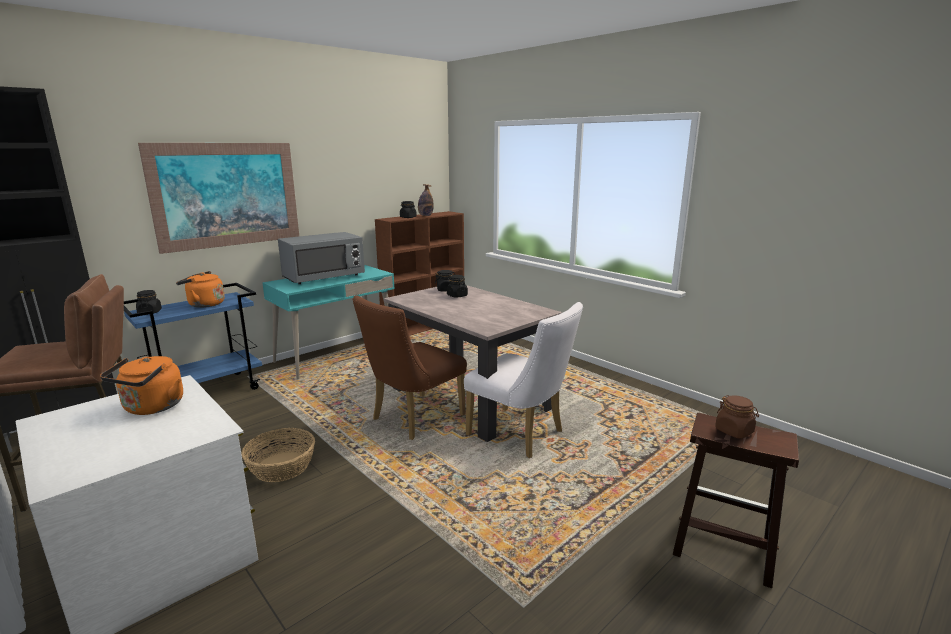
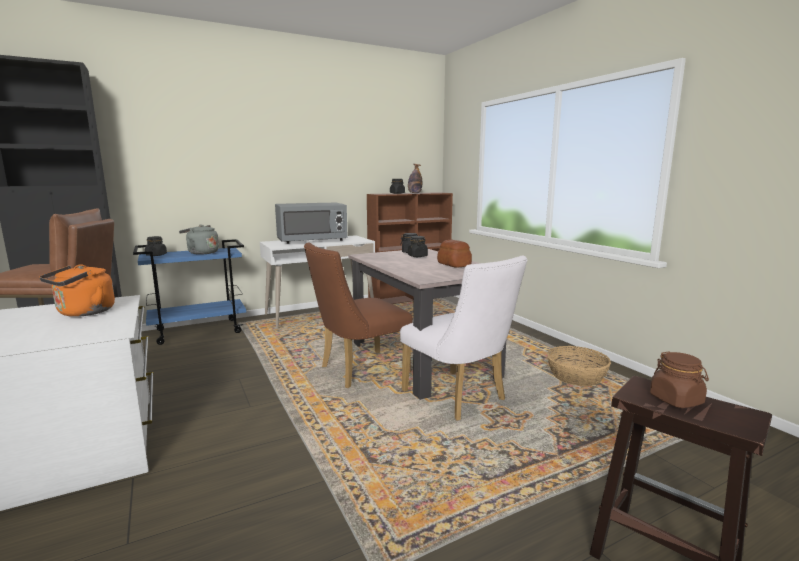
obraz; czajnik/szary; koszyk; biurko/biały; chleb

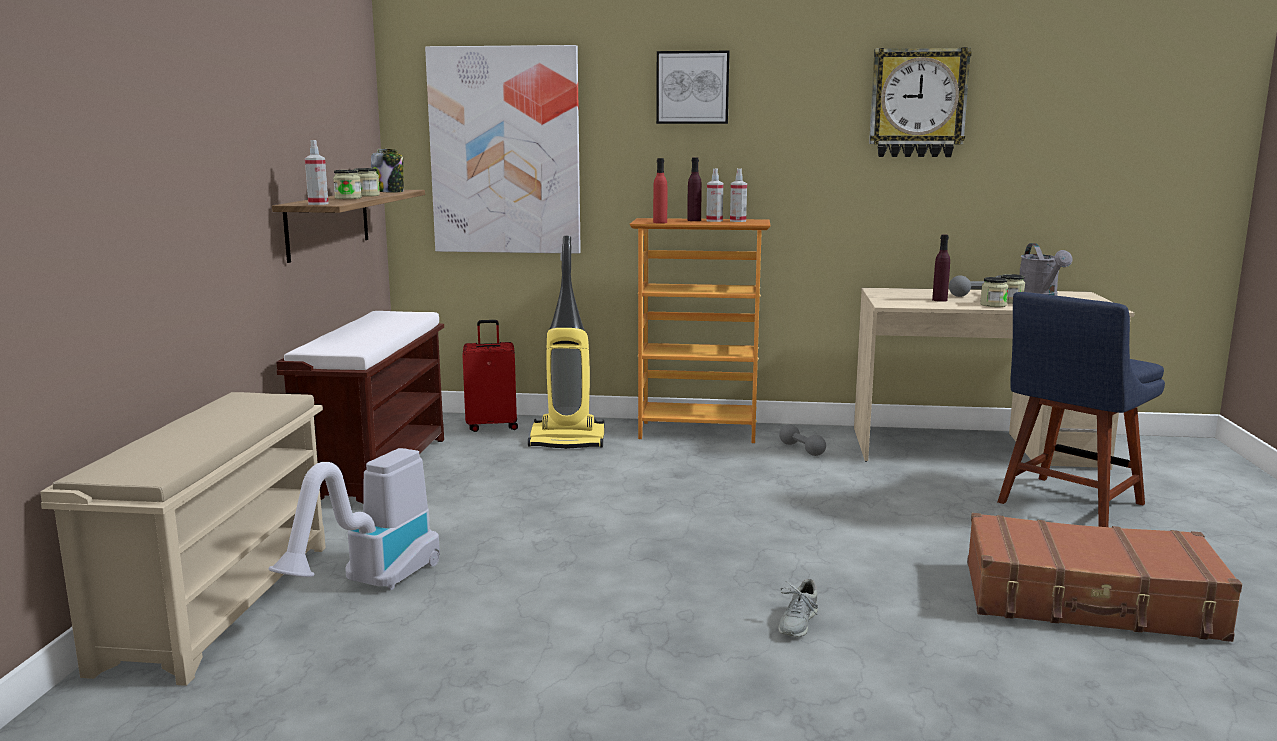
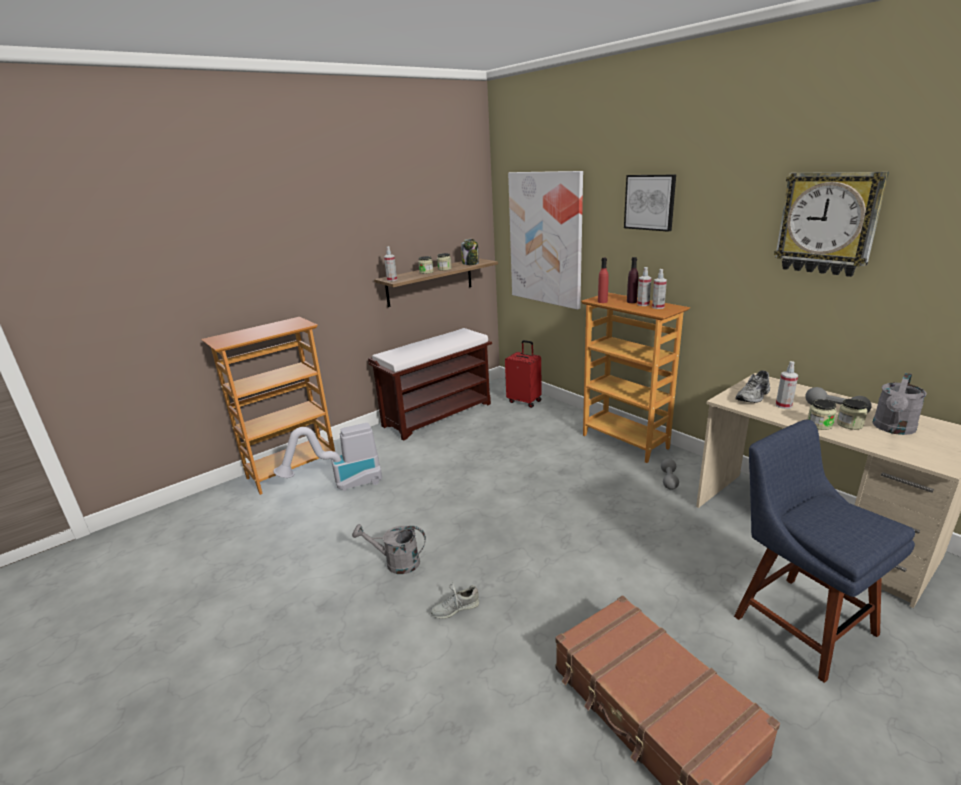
regał (no. 1 from left); odkurzacz (no. 2 from left in the first image); spryskiwacz (no. 4 from left); krzesło/niebieski; konewka/szary (no. 1 from left); but/szary (no. 2 from left)

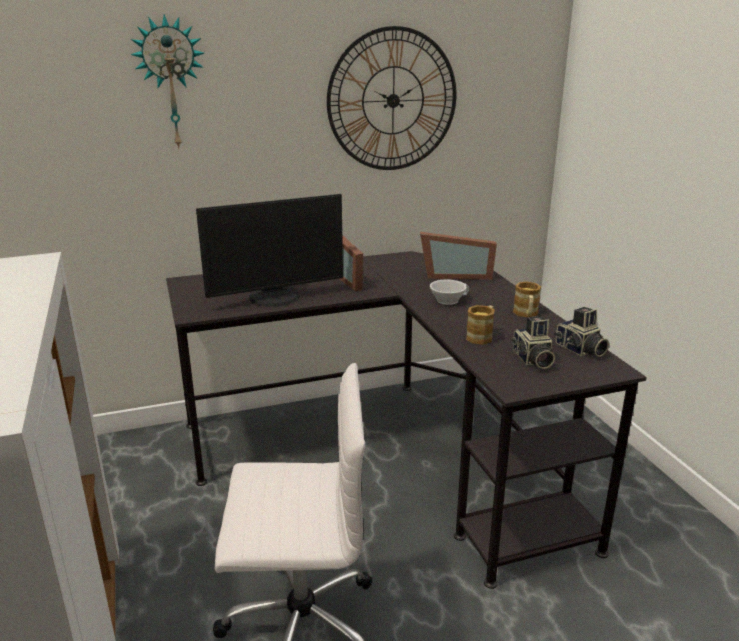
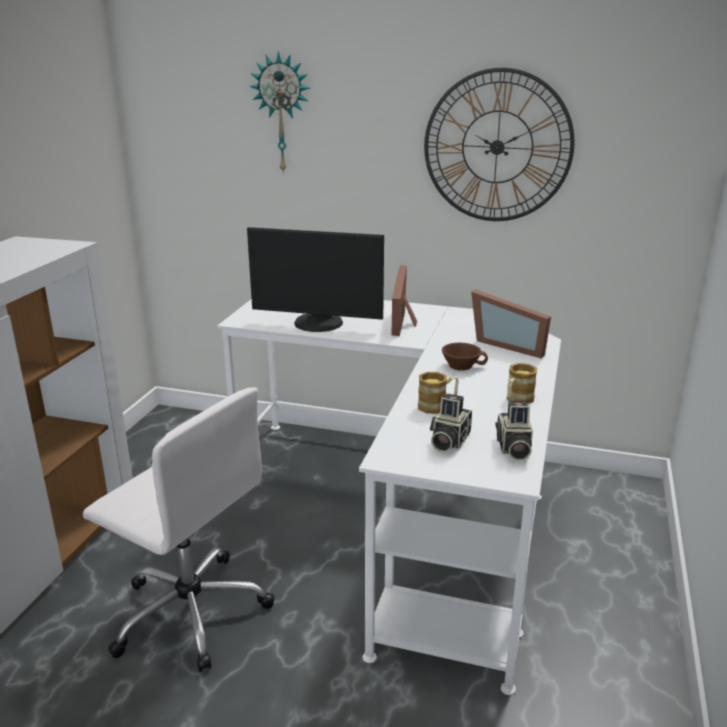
biurko/biały; filiżanka/brązowy

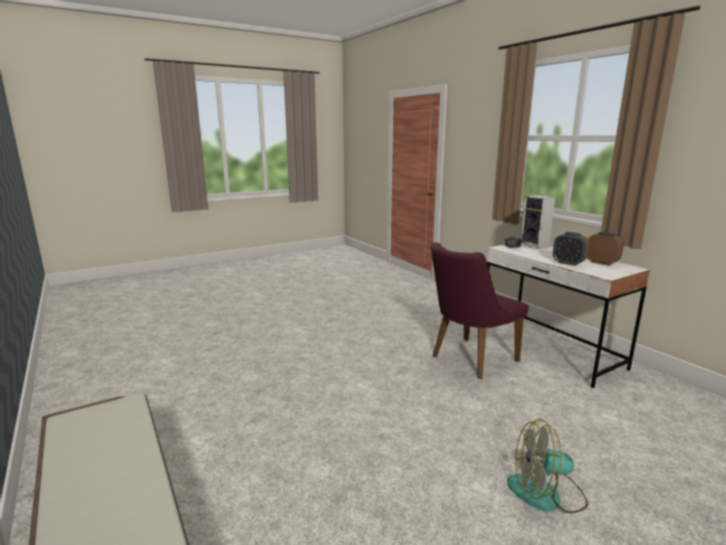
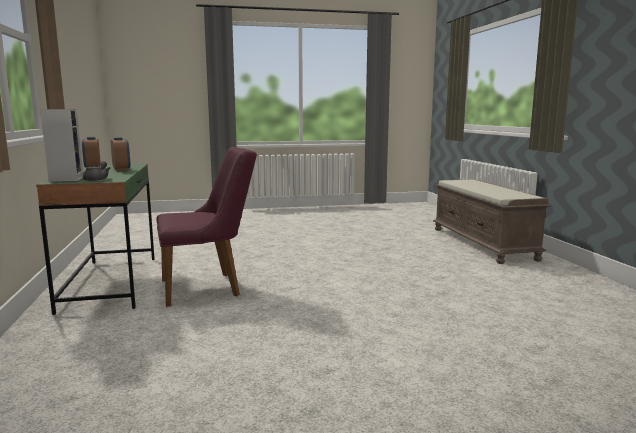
biurko/zielony; wentylator

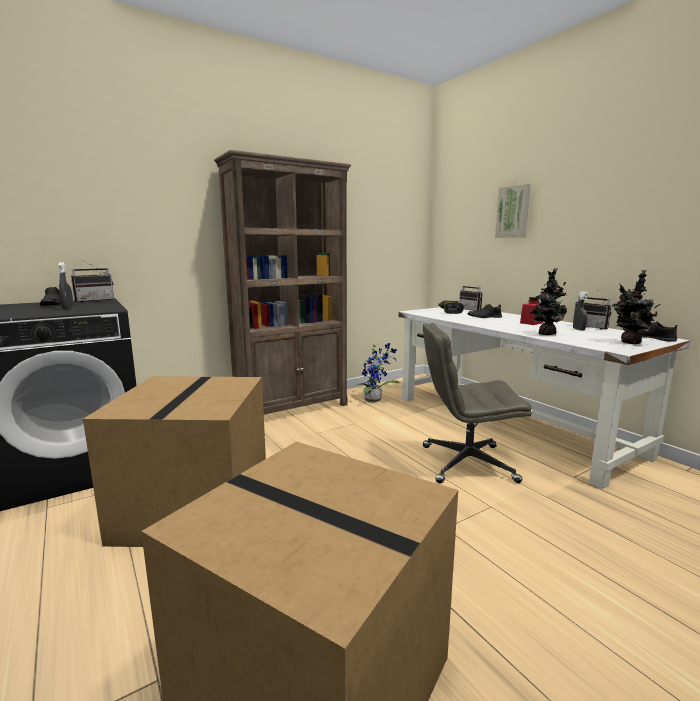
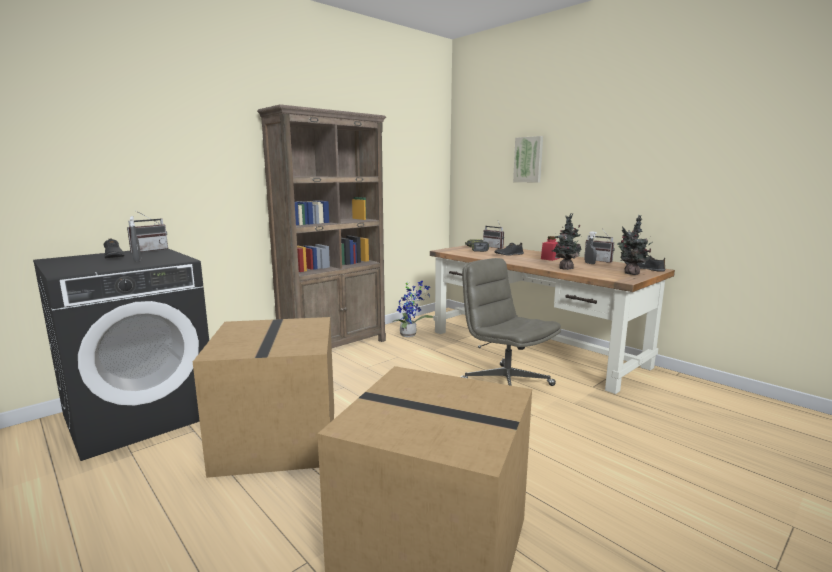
biurko/brązowy; krzesło biurowe/szary

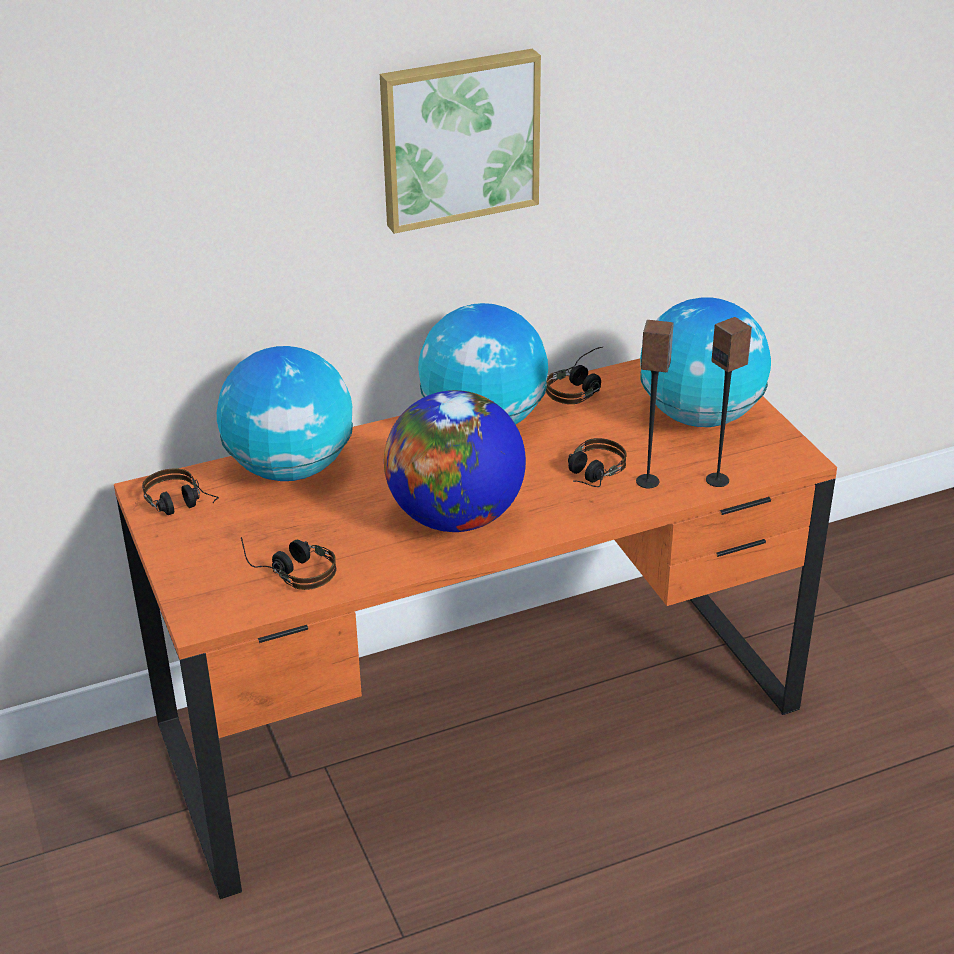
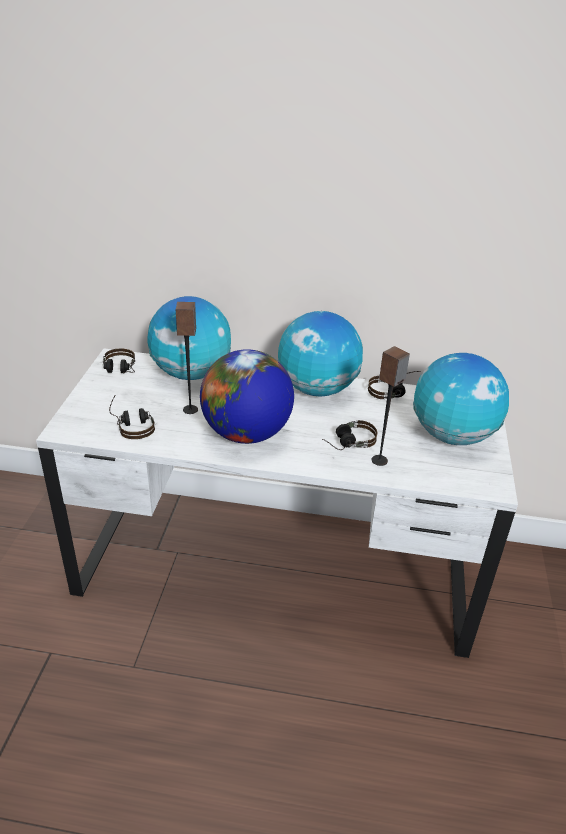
biurko/biały; obraz; głośnik (no. 1 from left)

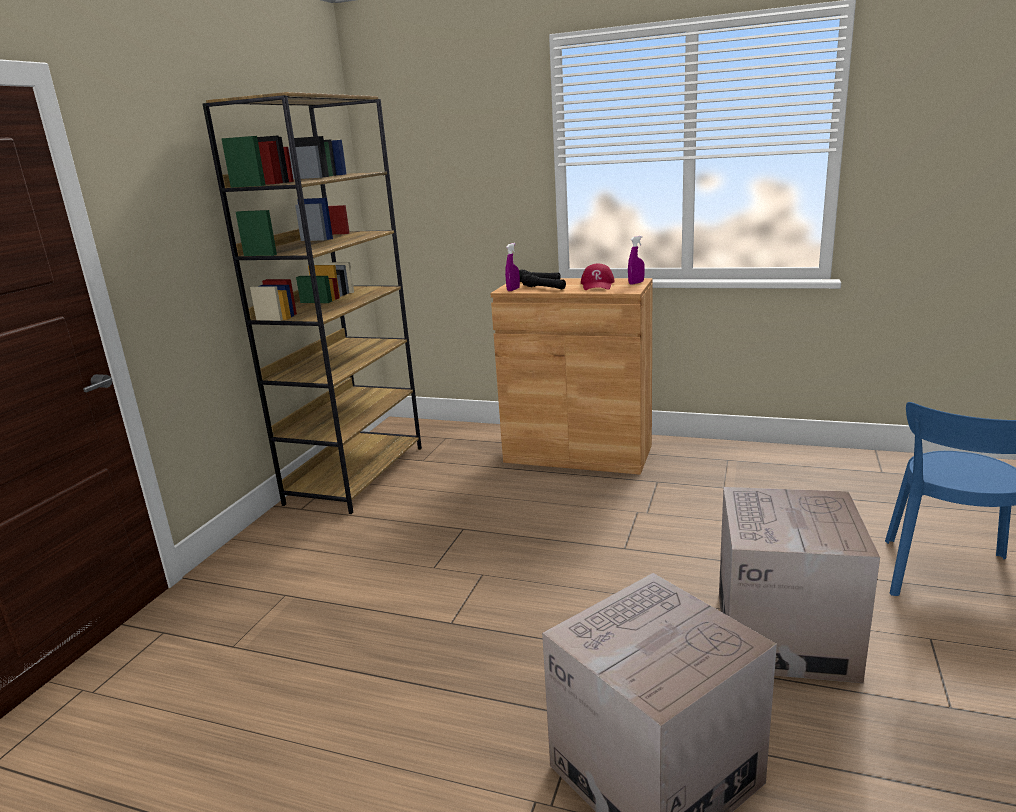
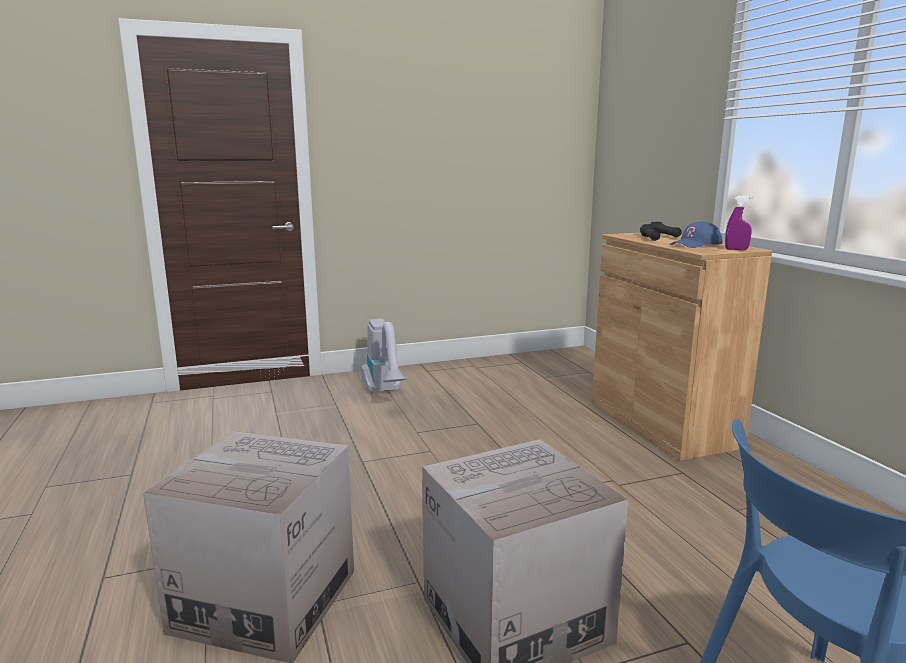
regał/brązowy; spryskiwacz/fioletowy (no. 1 from left in the first image); czapka z daszkiem/niebieski; odkurzacz

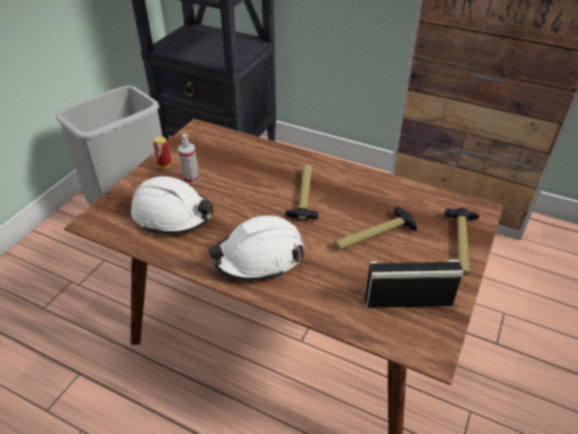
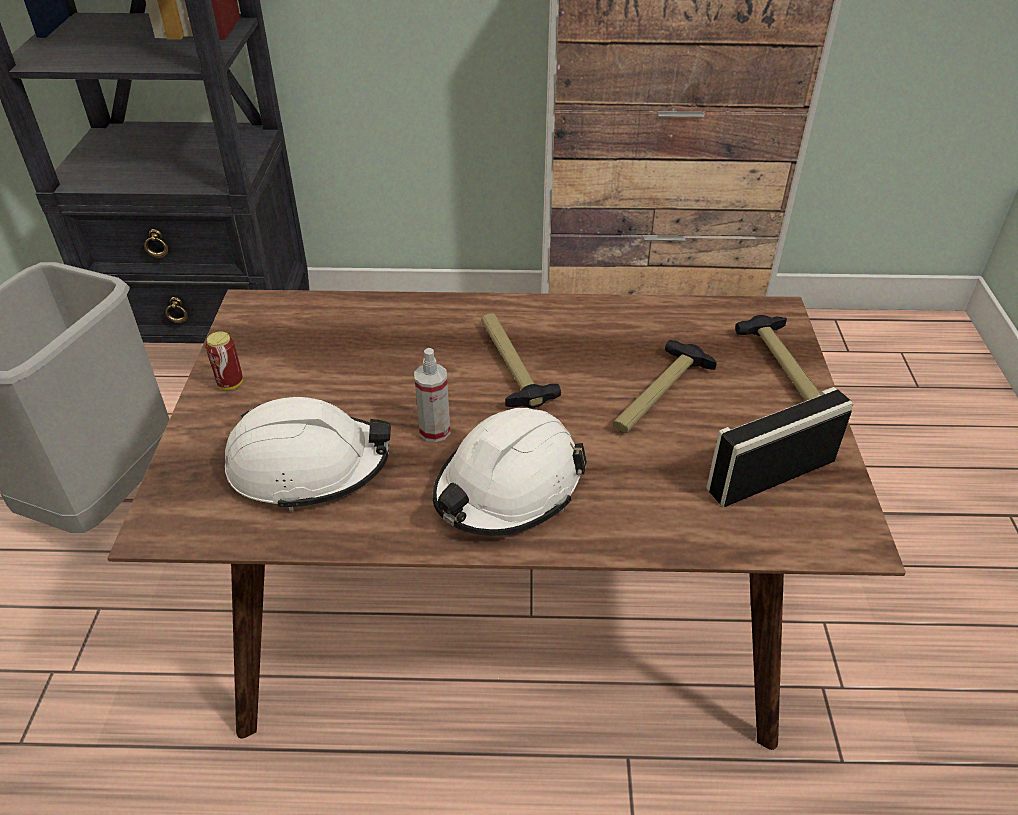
spryskiwacz

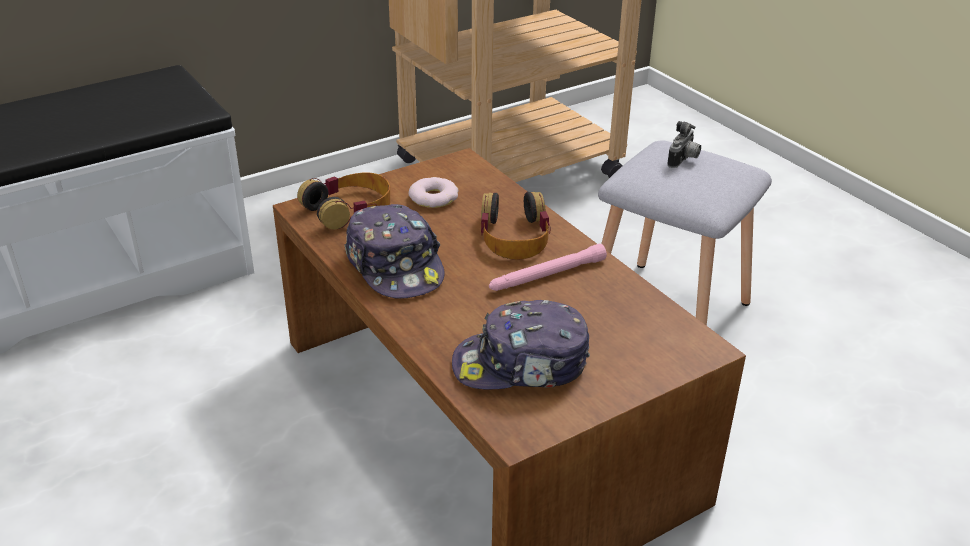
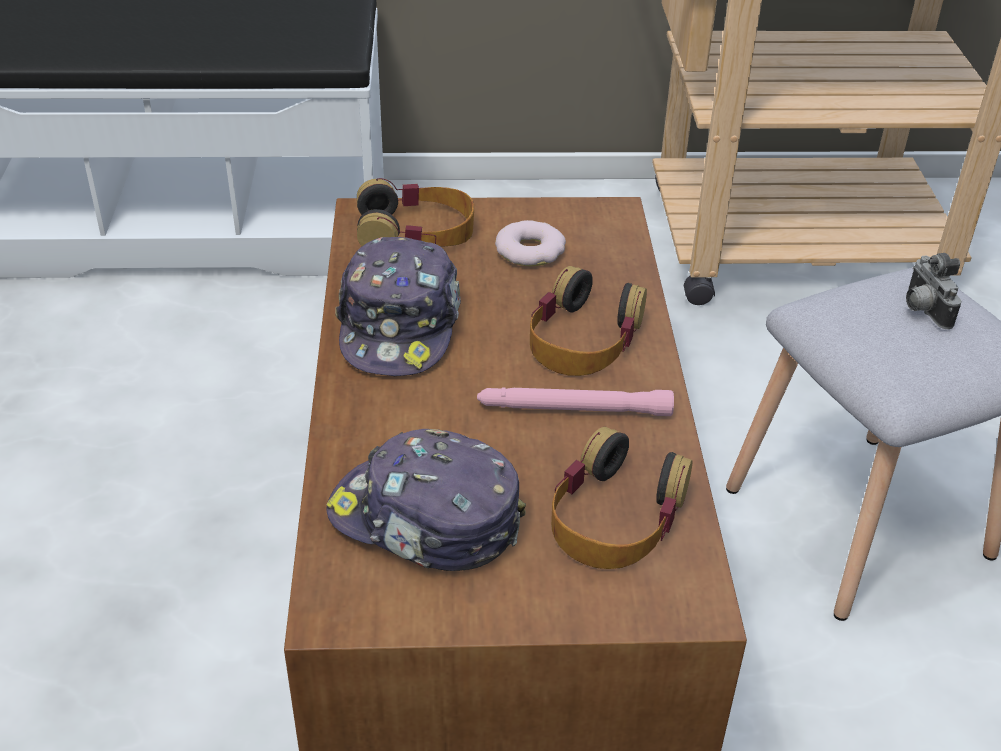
aparat fotograficzny; słuchawki (no. 3 from left)

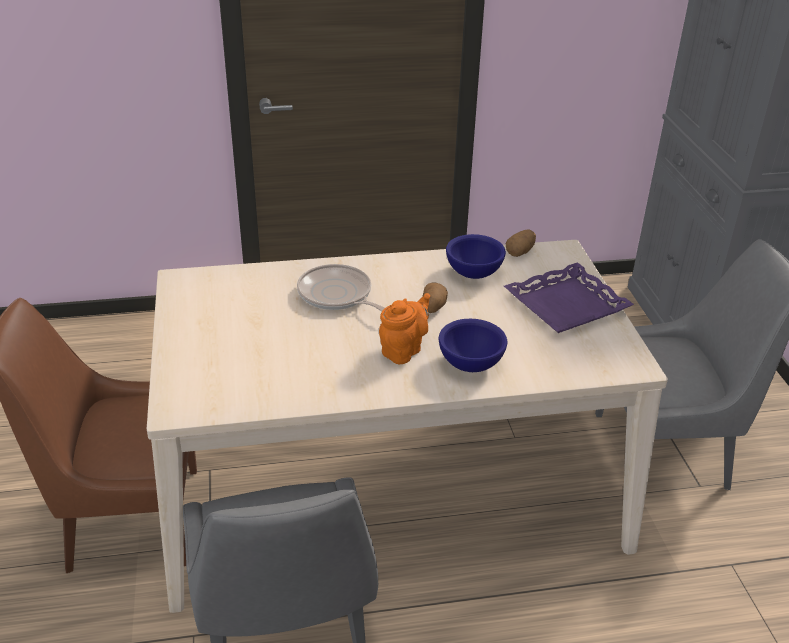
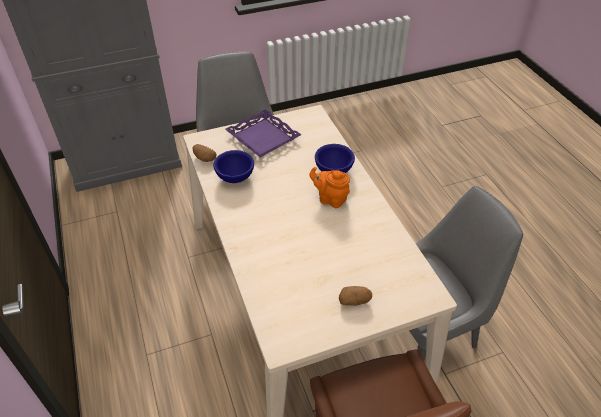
patelnia; ziemniak (no. 2 from left)

